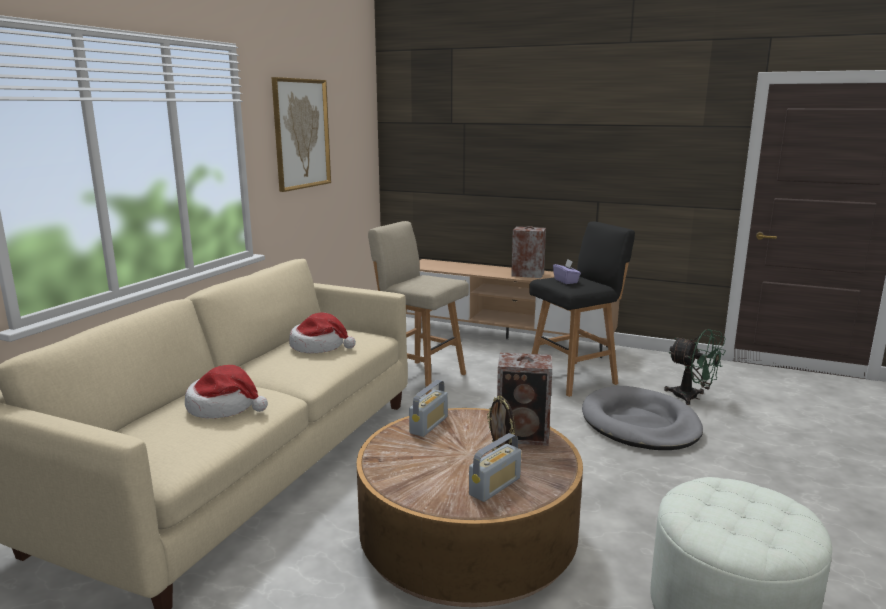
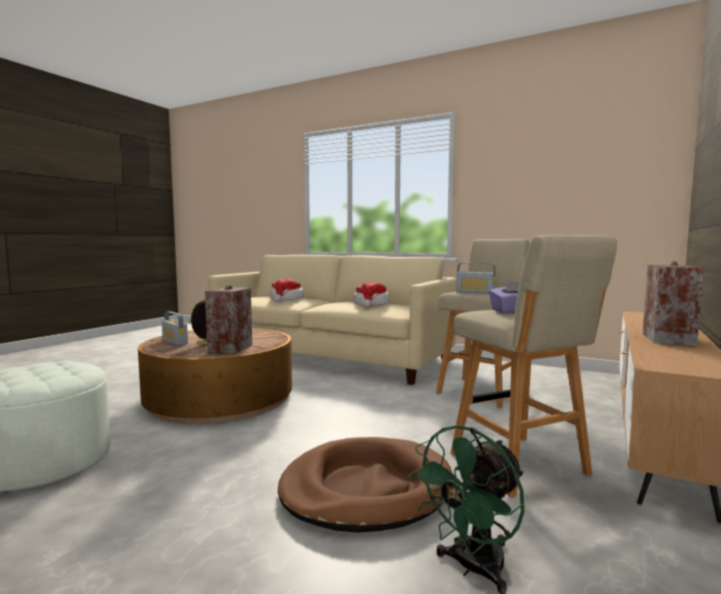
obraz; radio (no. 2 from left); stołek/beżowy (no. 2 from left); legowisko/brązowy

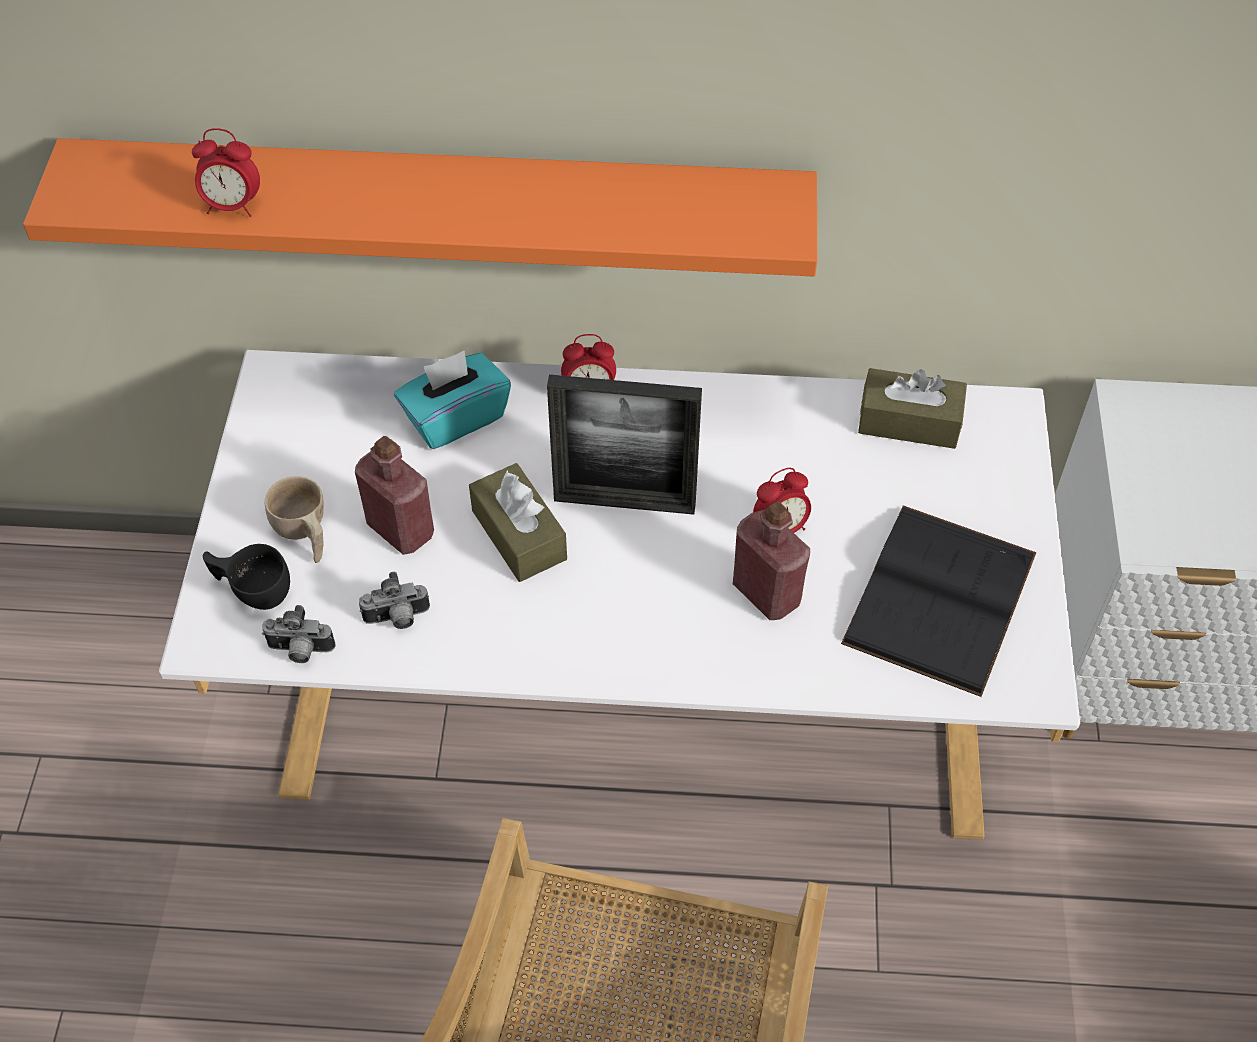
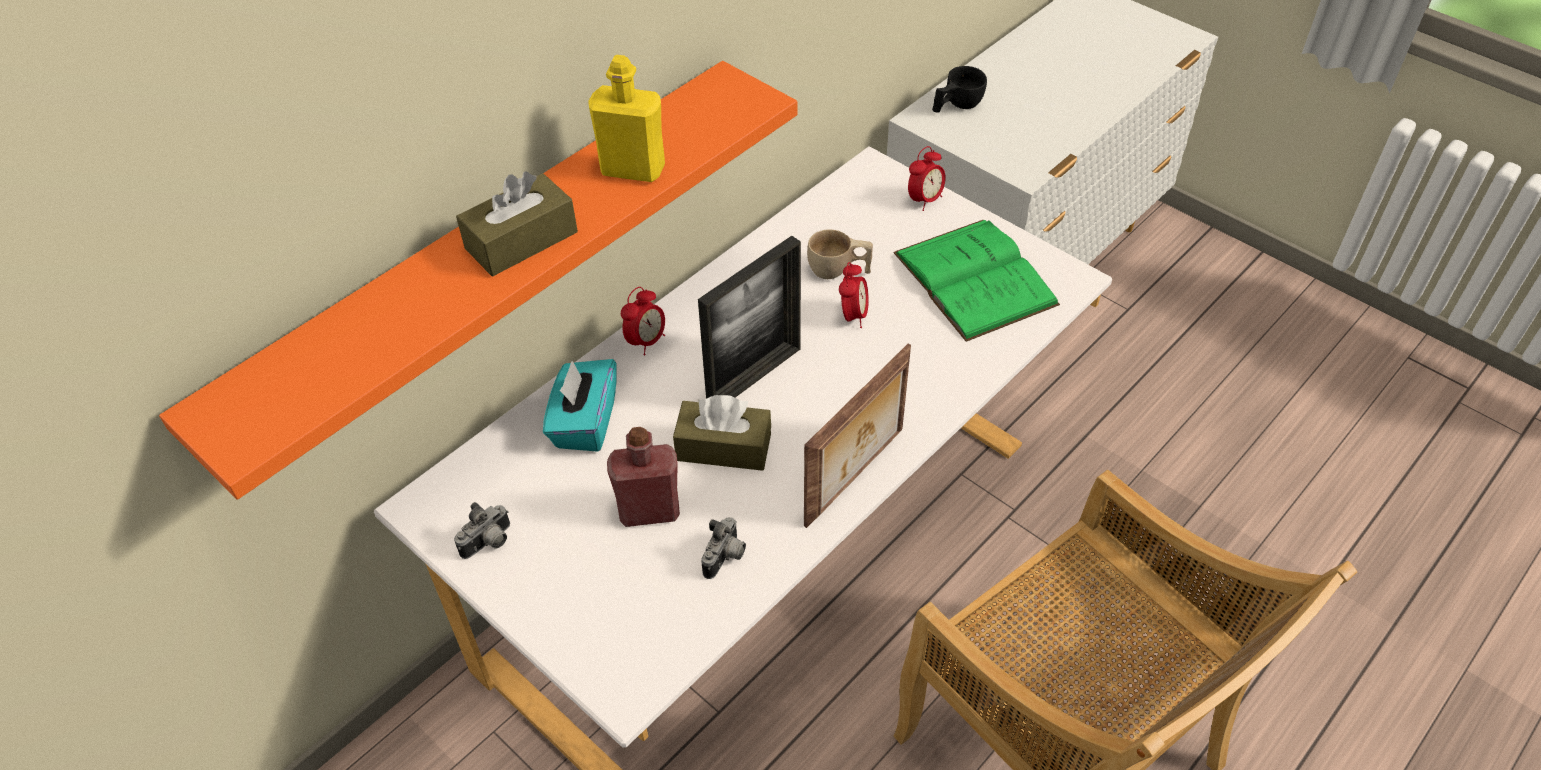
budzik (no. 3 from left); filiżanka/czarny; aparat fotograficzny (no. 1 from left); filiżanka/beżowy; butelka/czerwony (no. 2 from left in the first image); książka/zielony; pudełko chusteczek/brązowy (no. 1 from left); butelka/żółty; ramka na zdjęcie (no. 2 from left)

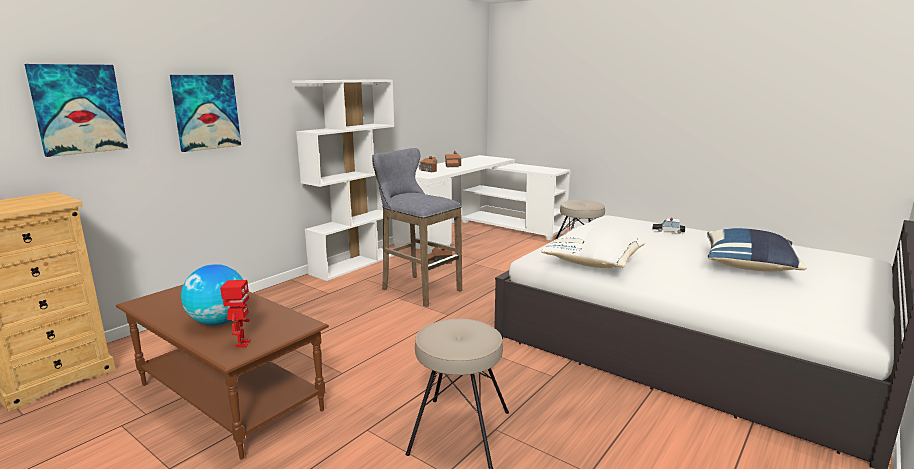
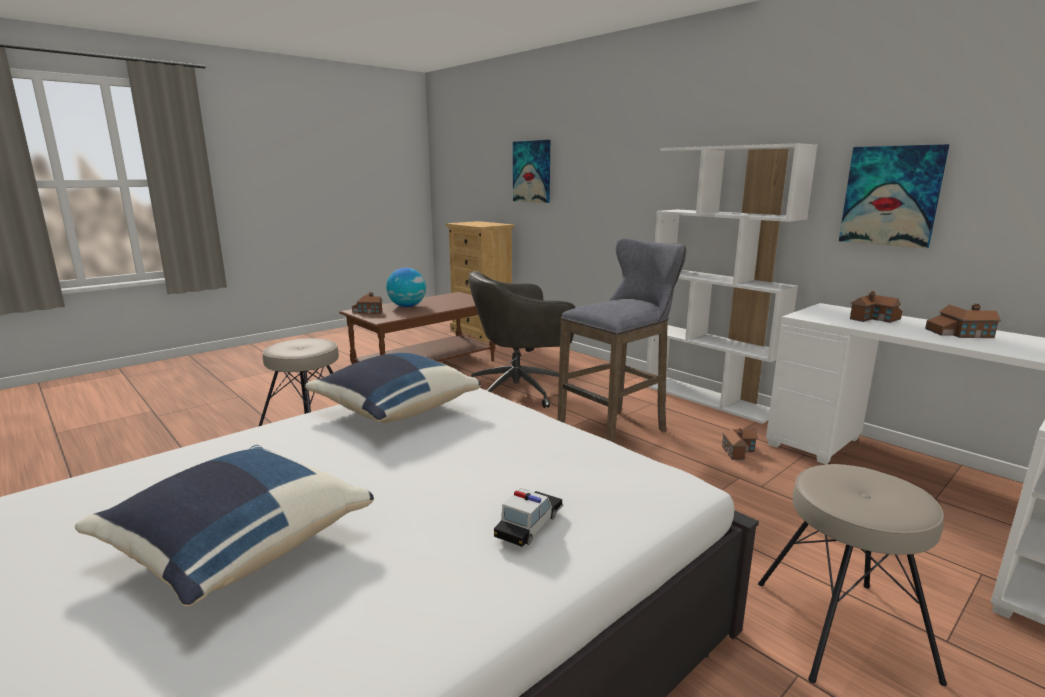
obraz (no. 2 from left); domek (no. 1 from left); poduszka/niebieski (no. 2 from left); krzesło biurowe/szary

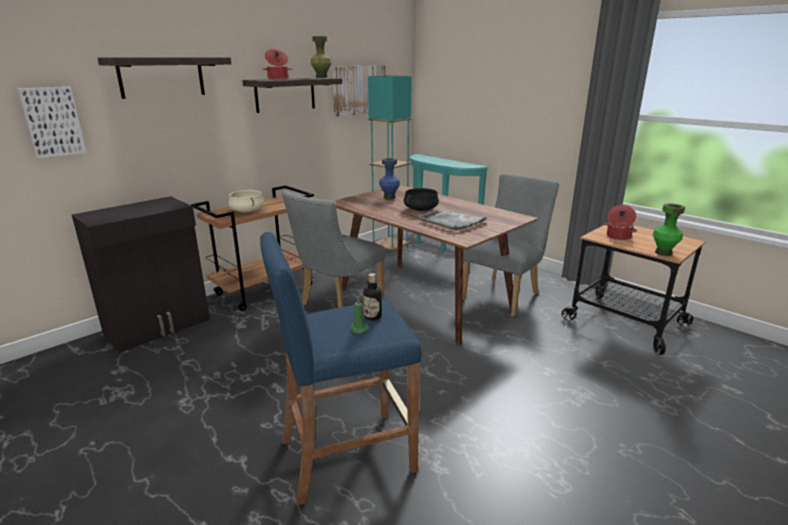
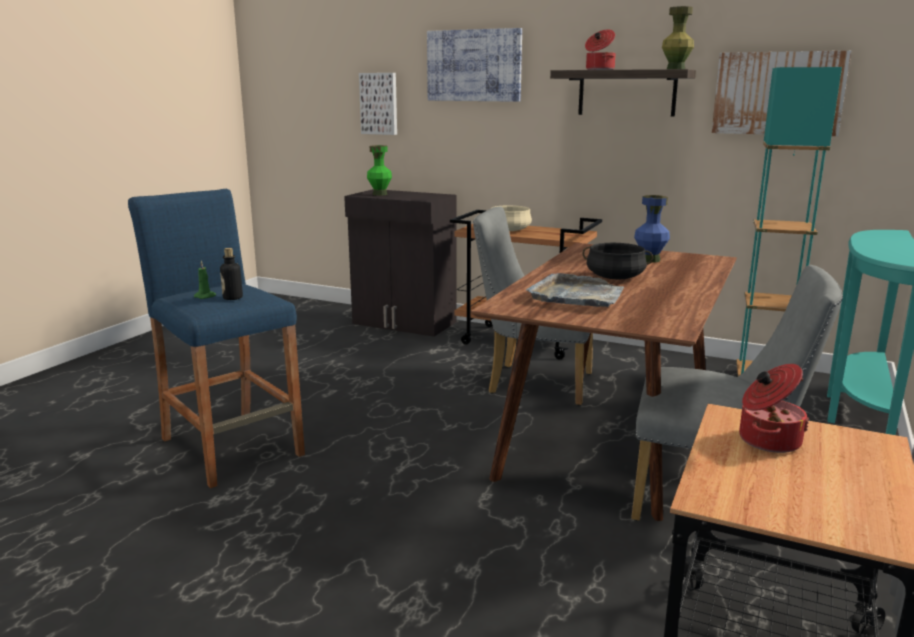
obraz (no. 2 from left); wazon/zielony (no. 1 from left)

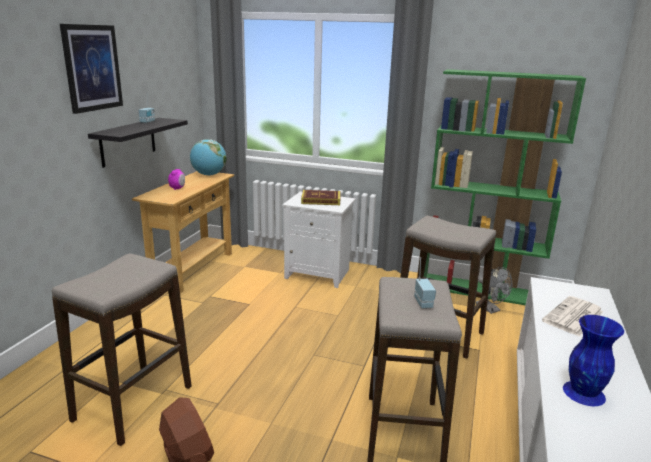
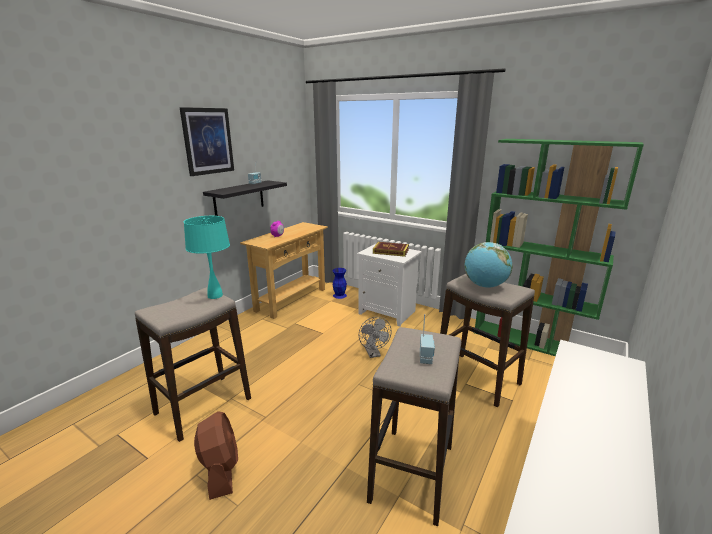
globus; wentylator/szary; gazeta; wazon/niebieski; lampa stołowa/turkusowy

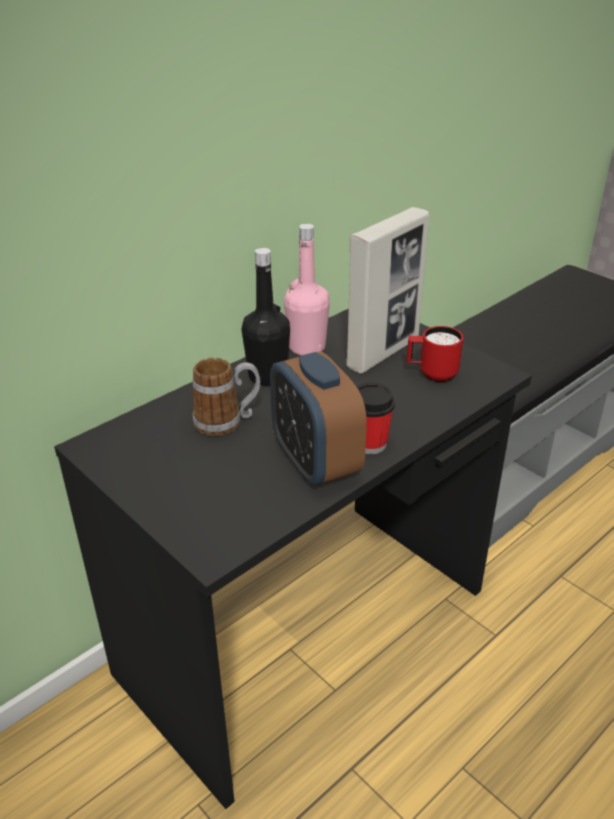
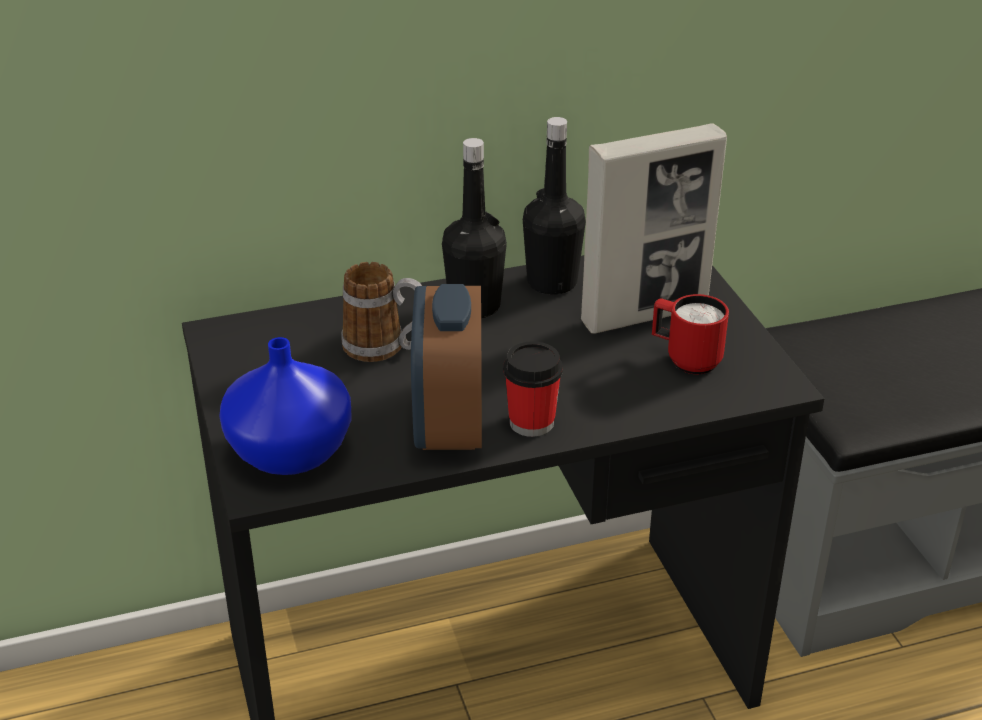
butelka/czarny (no. 2 from left); wazon/niebieski

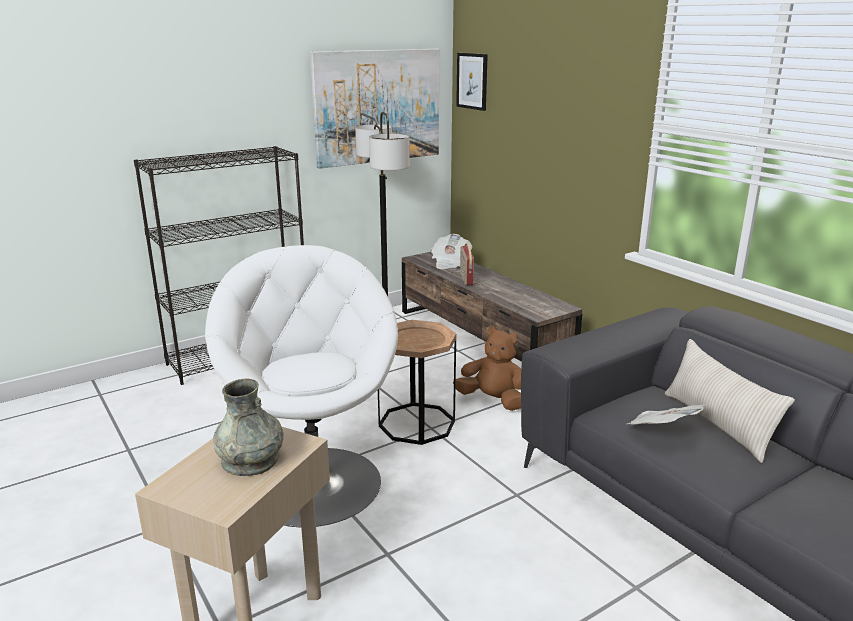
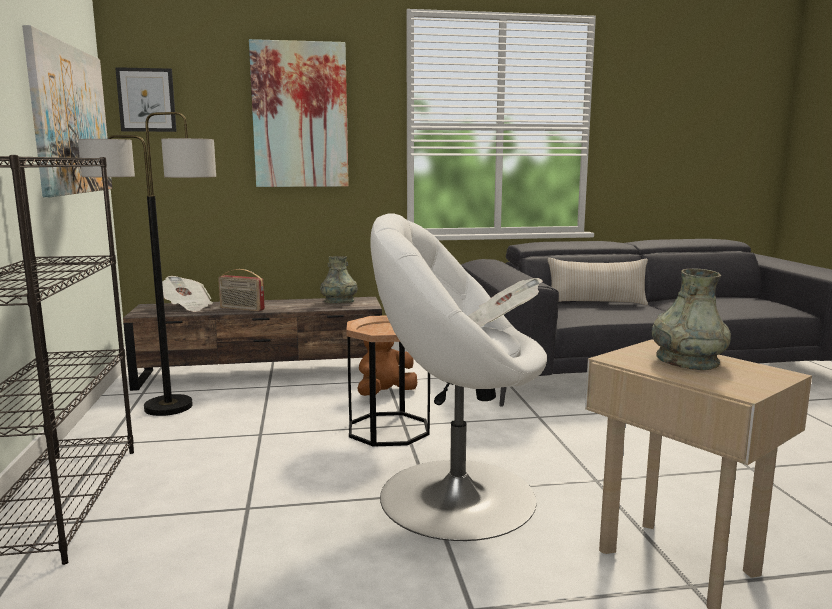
gazeta (no. 2 from left); obraz (no. 3 from left); wazon/szary (no. 1 from left)

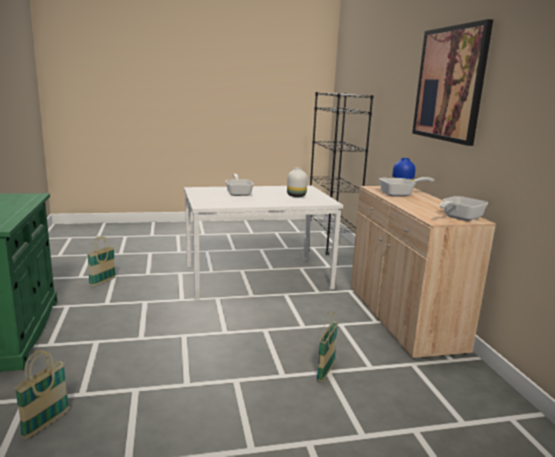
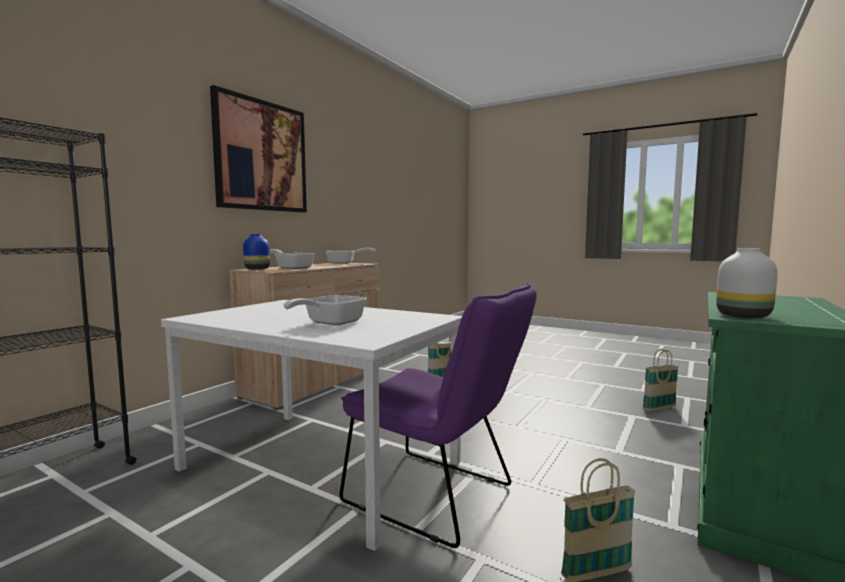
wazon/biały; krzesło/fioletowy

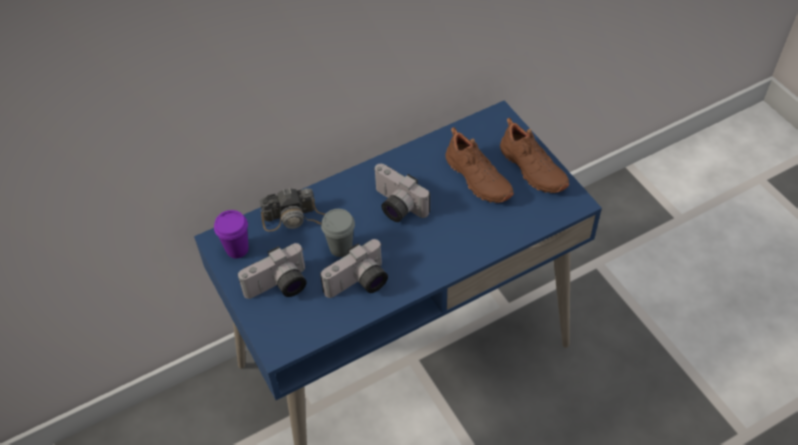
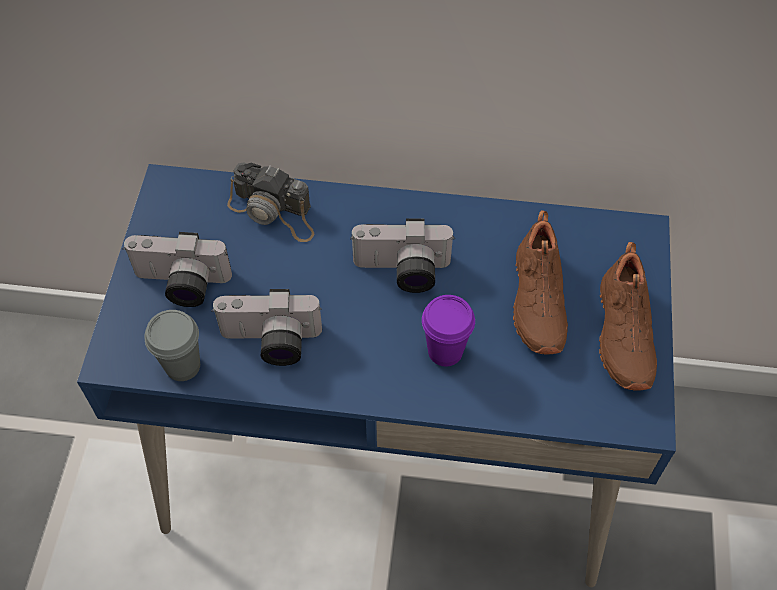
filiżanka/fioletowy; filiżanka/szary; aparat fotograficzny (no. 4 from left)

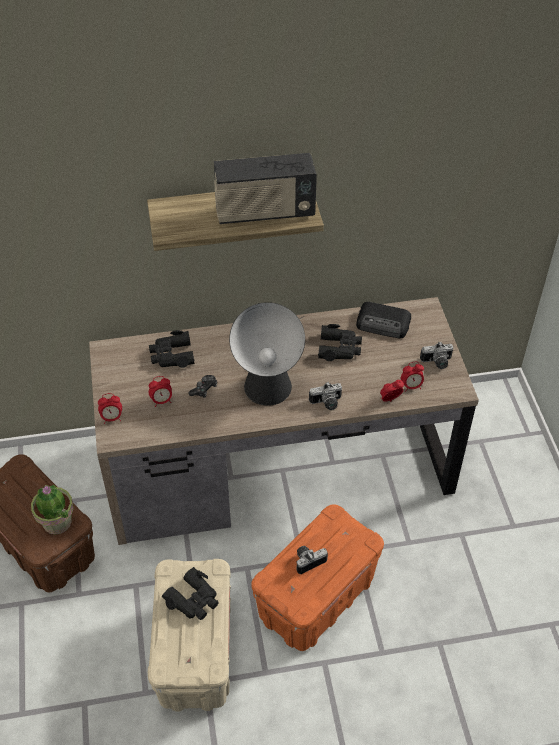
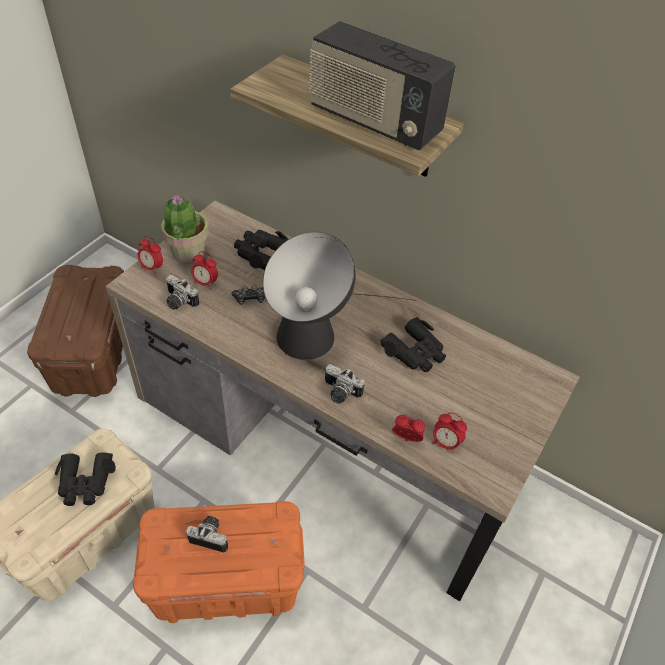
roślina doniczkowa; radio (no. 2 from left in the first image); aparat fotograficzny (no. 1 from left)

